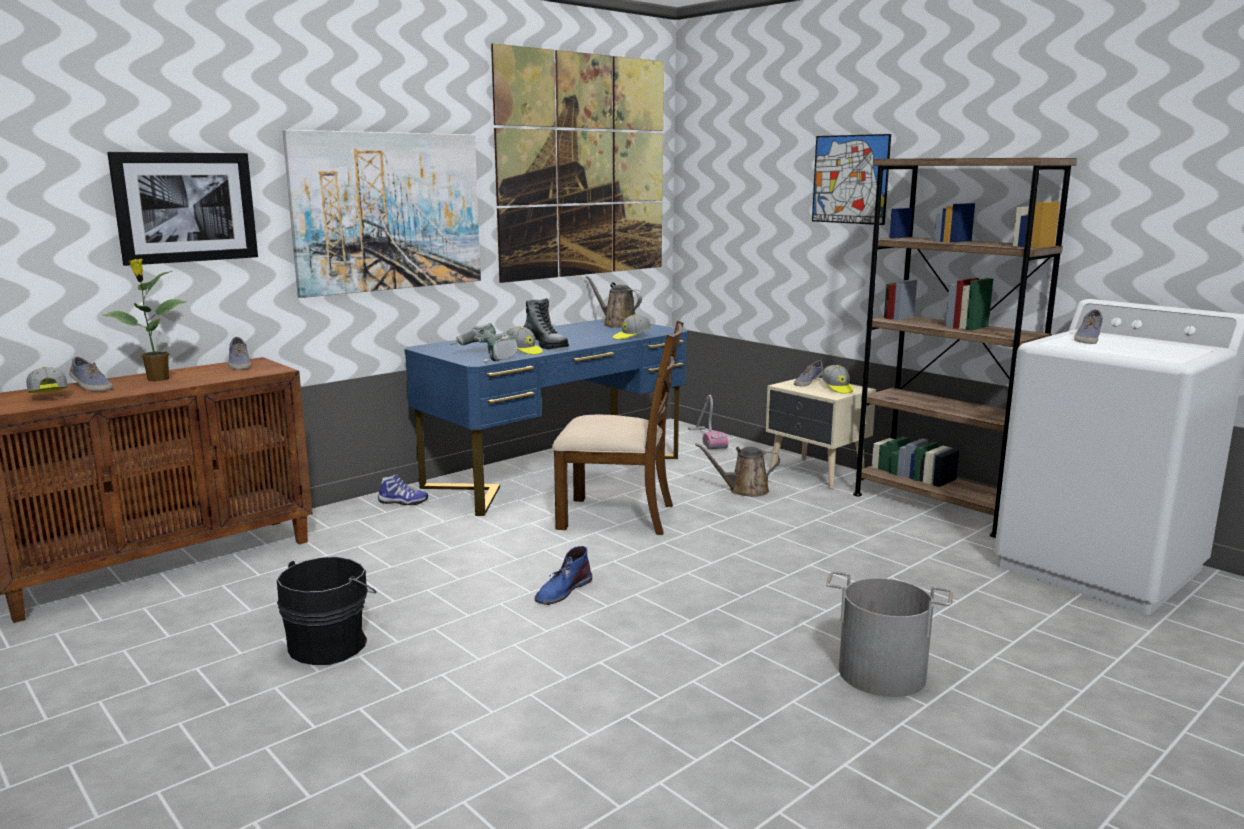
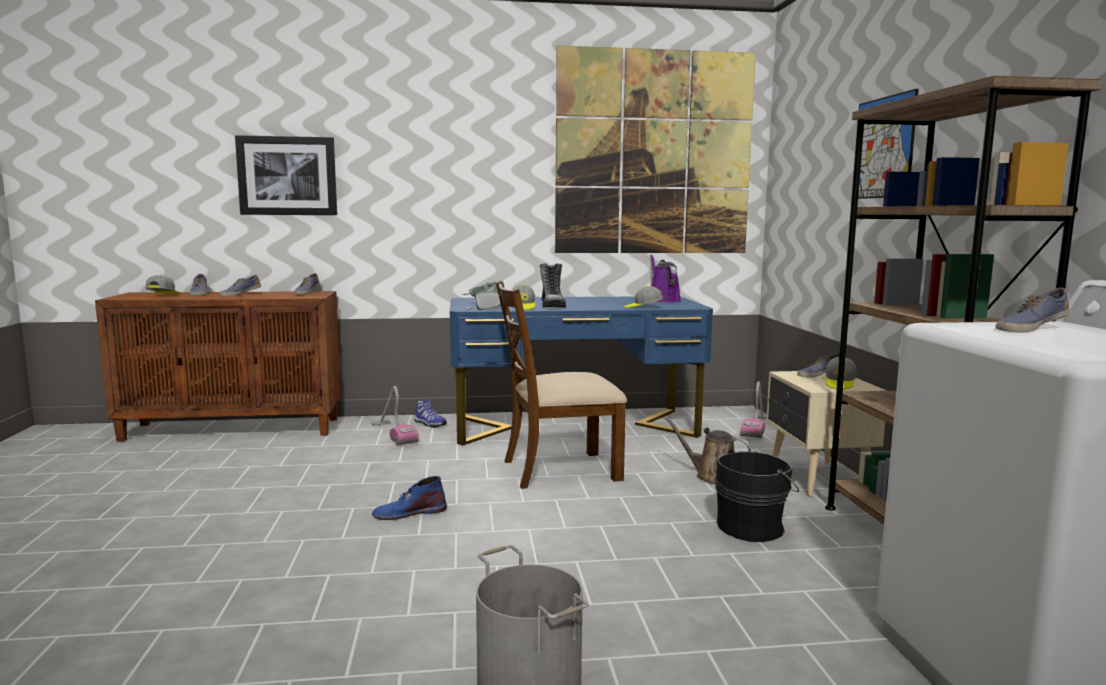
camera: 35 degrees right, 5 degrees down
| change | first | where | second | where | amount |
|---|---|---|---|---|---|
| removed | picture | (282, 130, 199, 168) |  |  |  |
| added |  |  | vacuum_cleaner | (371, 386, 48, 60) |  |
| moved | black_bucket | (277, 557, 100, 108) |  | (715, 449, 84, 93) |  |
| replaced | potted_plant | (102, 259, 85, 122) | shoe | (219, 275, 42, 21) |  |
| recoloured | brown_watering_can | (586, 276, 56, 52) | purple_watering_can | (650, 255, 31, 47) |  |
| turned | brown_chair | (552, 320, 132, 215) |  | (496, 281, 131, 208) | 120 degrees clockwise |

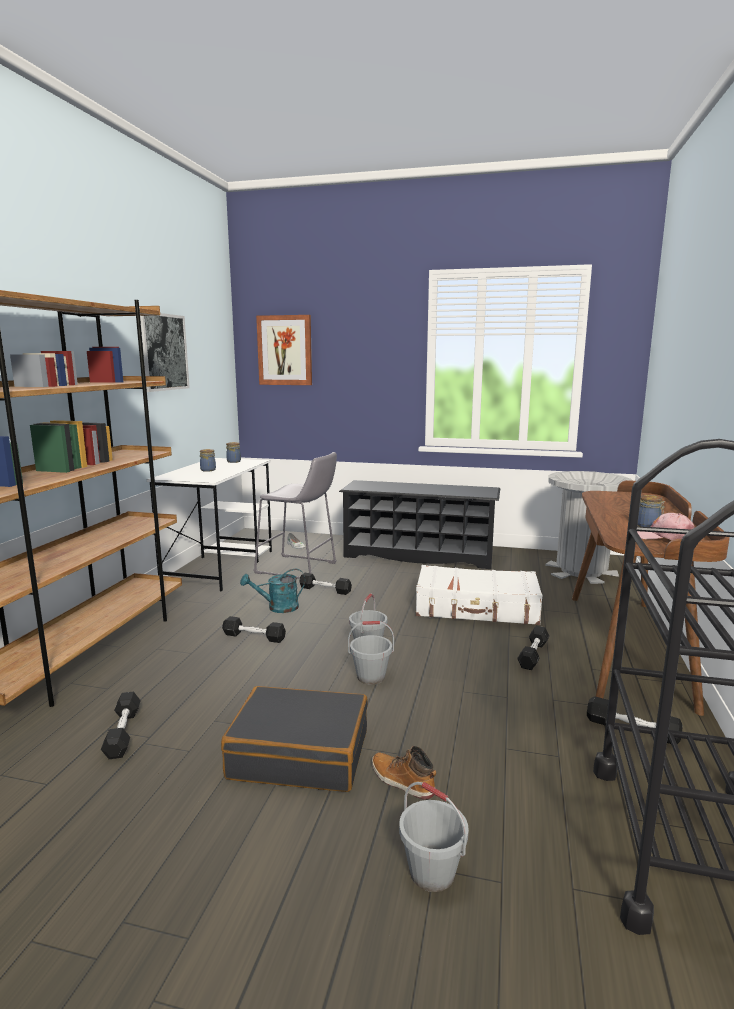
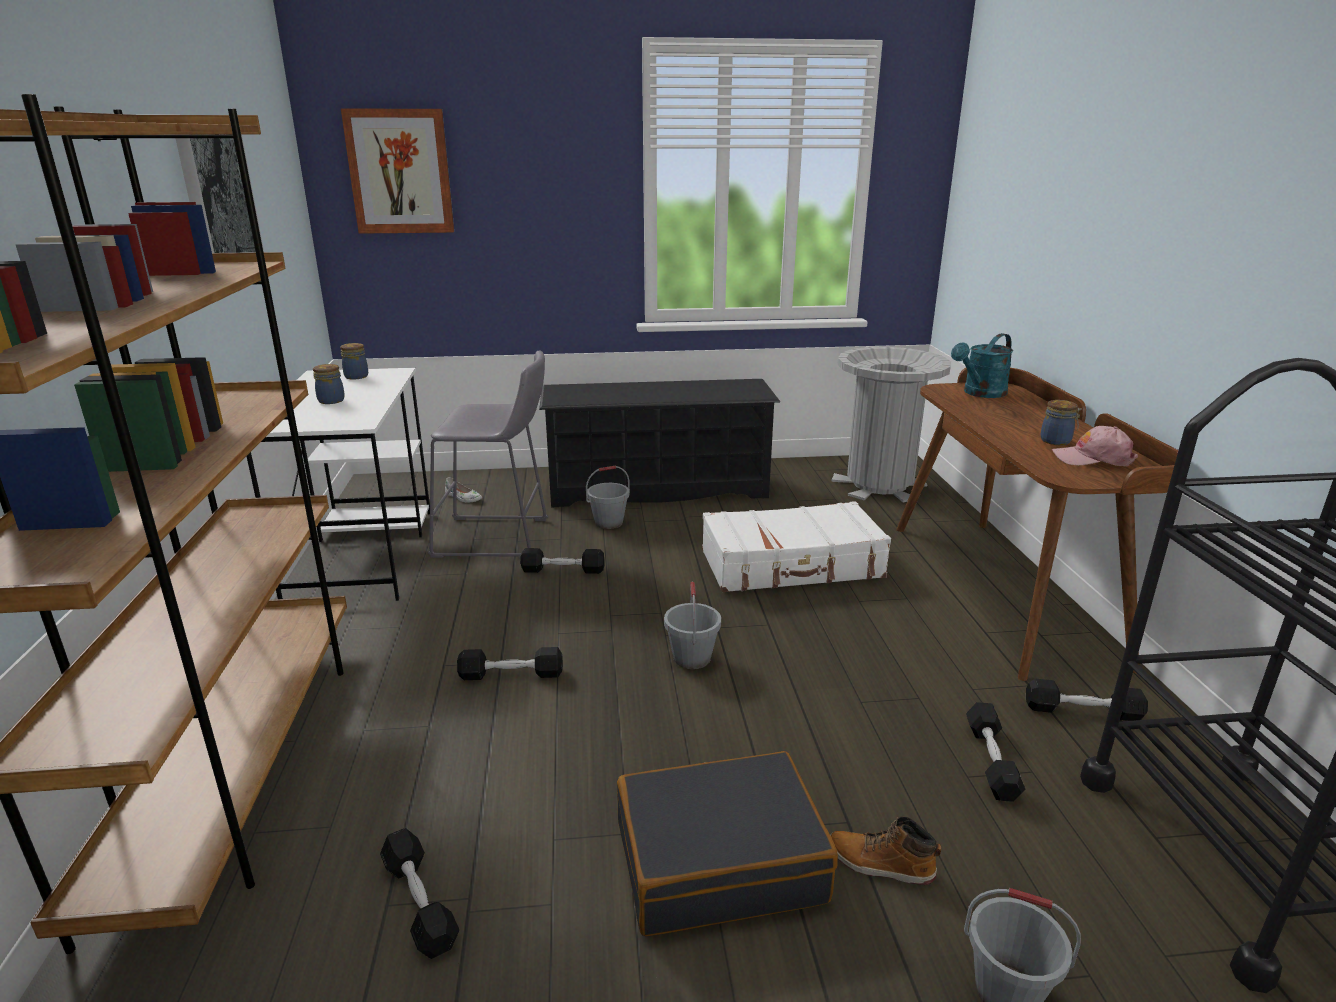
camera: 20 degrees left, 10 degrees up
| change | first | where | second | where | amount |
|---|---|---|---|---|---|
| moved | turquoise_watering_can | (240, 569, 65, 44) |  | (951, 333, 62, 65) |  |
| moved | grey_bucket | (348, 621, 46, 64) |  | (586, 466, 44, 63) |  |
| moved | black_dumbbell | (517, 626, 32, 44) |  | (966, 702, 59, 100) |  |

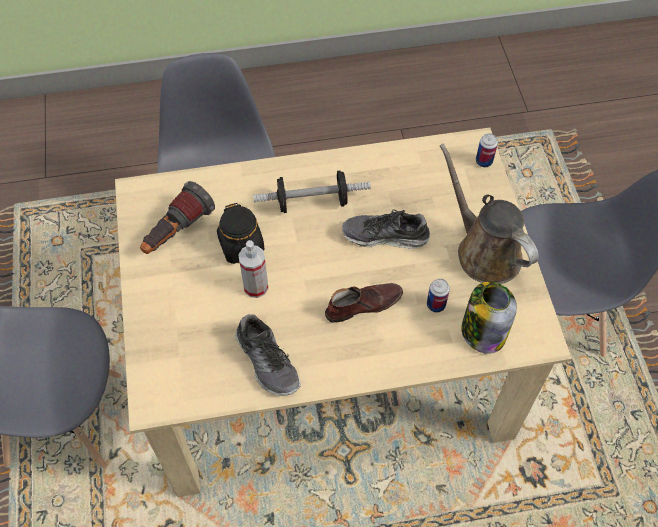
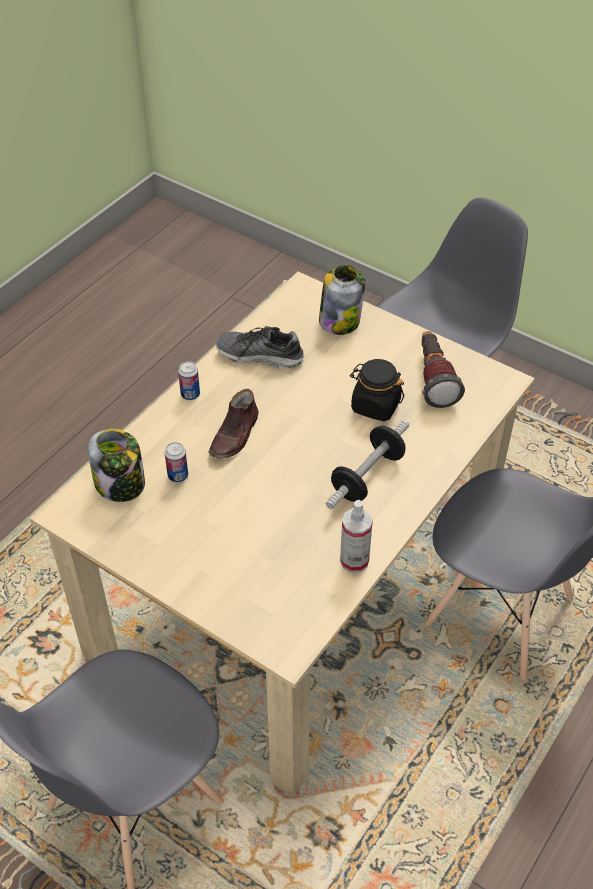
camera: 135 degrees right, 10 degrees down
| change | first | where | second | where | amount |
|---|---|---|---|---|---|
| removed | shoe | (342, 209, 88, 40) |  |  |  |
| removed | brown_watering_can | (440, 143, 99, 141) |  |  |  |
| added |  |  | jar | (319, 265, 46, 70) |  |
| moved | spray_bottle | (238, 240, 31, 58) |  | (340, 500, 33, 73) |  |
| moved | can | (476, 133, 22, 34) |  | (178, 361, 22, 39) |  |

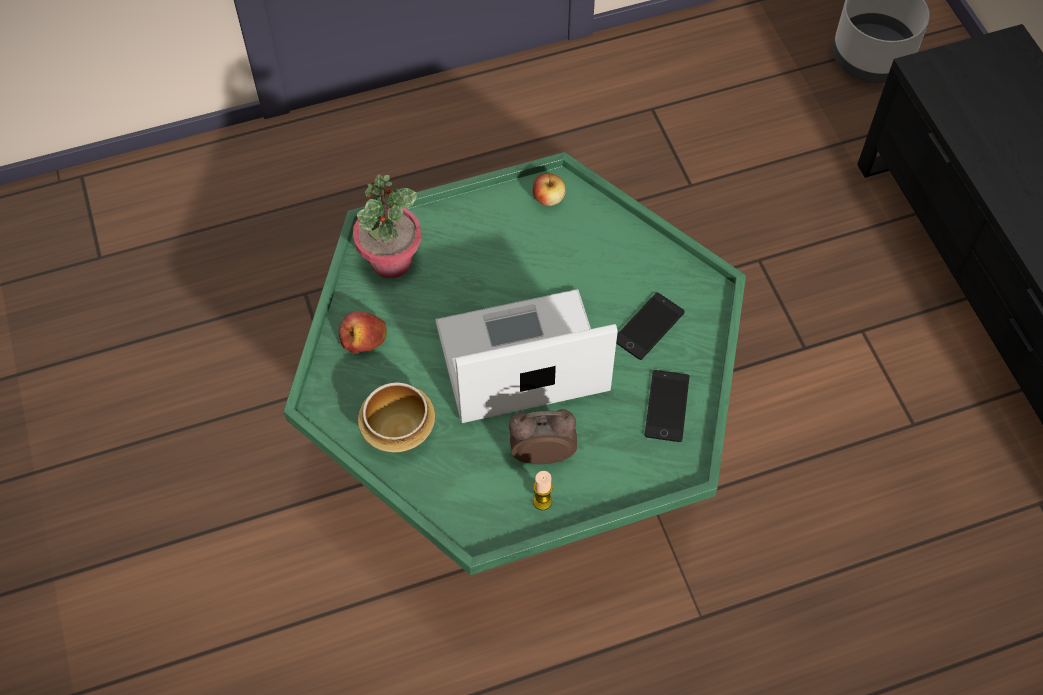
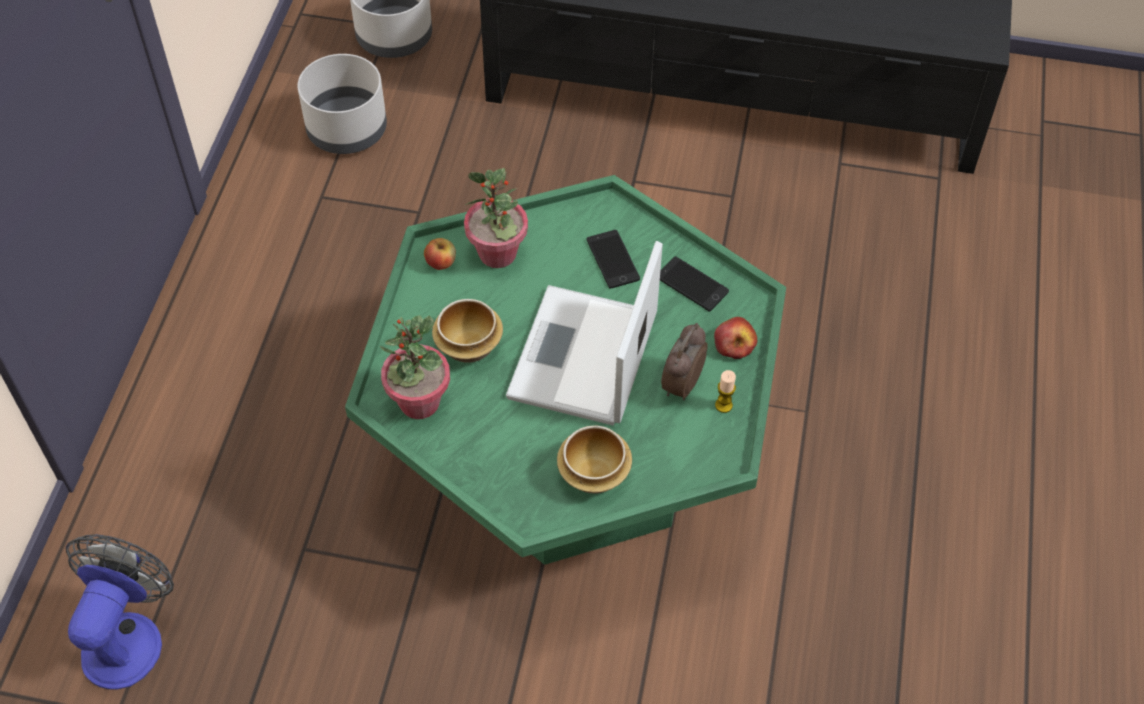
camera: 60 degrees left, 5 degrees down
| change | first | where | second | where | amount |
|---|---|---|---|---|---|
| added |  |  | fan | (66, 534, 108, 155) |  |
| added |  |  | grey_planter | (297, 54, 90, 100) |  |
| added |  |  | bowl | (432, 299, 71, 64) |  |
| added |  |  | potted_plant | (464, 168, 64, 100) |  |
| moved | apple | (339, 311, 48, 42) |  | (714, 317, 43, 42) |  |

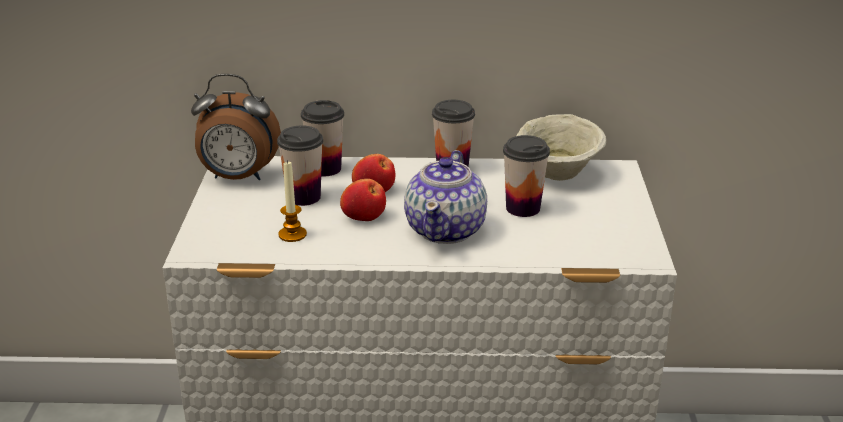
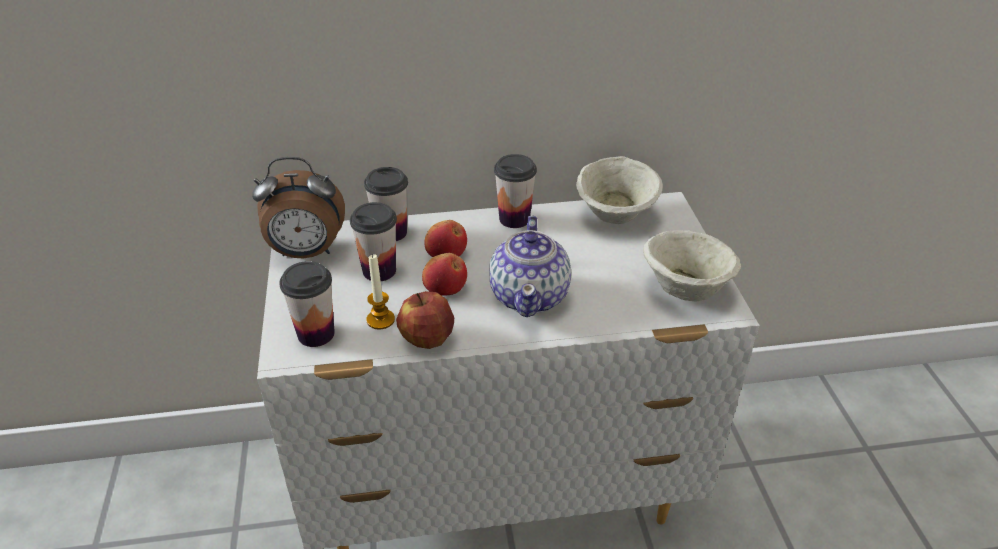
camera: 10 degrees left, 10 degrees up
| change | first | where | second | where | amount |
|---|---|---|---|---|---|
| added |  |  | apple | (396, 291, 58, 58) |  |
| added |  |  | beige_bowl | (643, 230, 98, 72) |  |
| moved | cup | (503, 135, 47, 82) |  | (279, 261, 56, 86) |  |

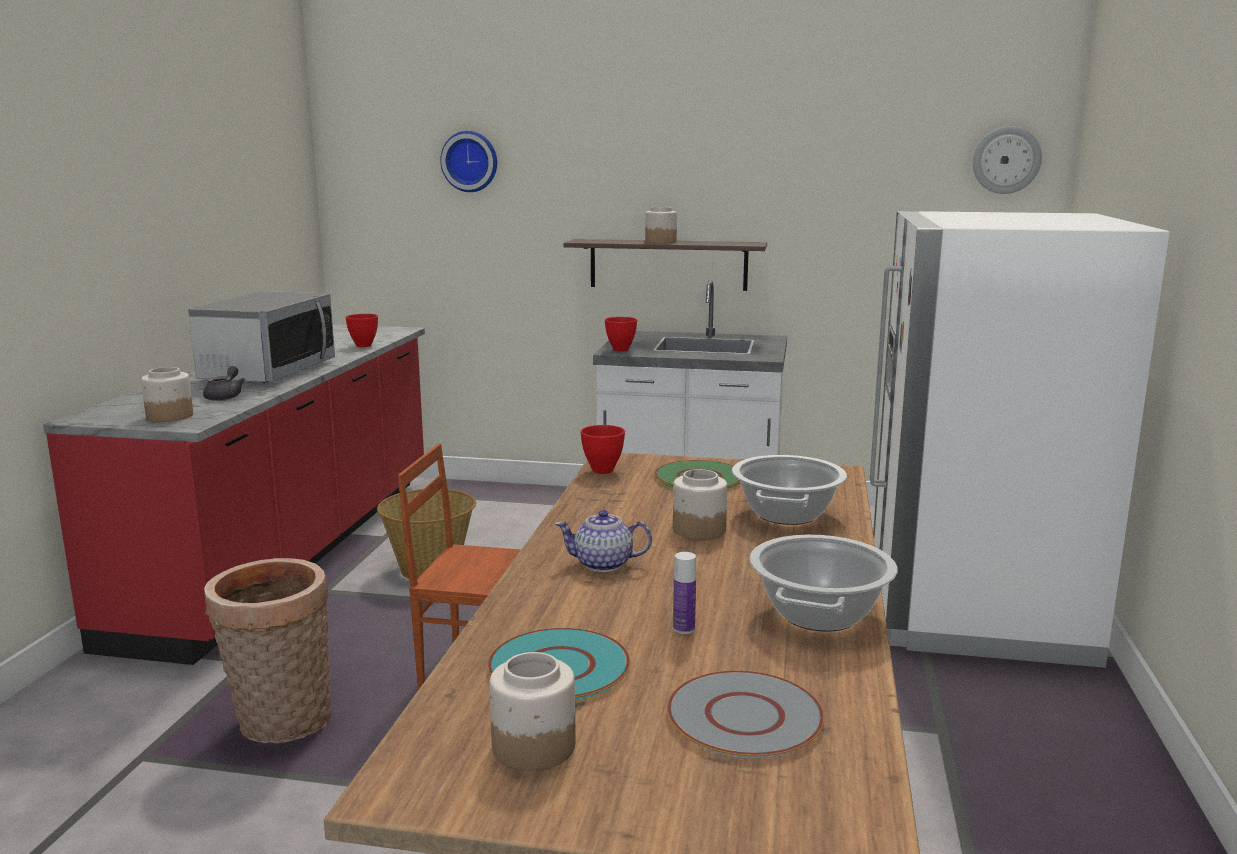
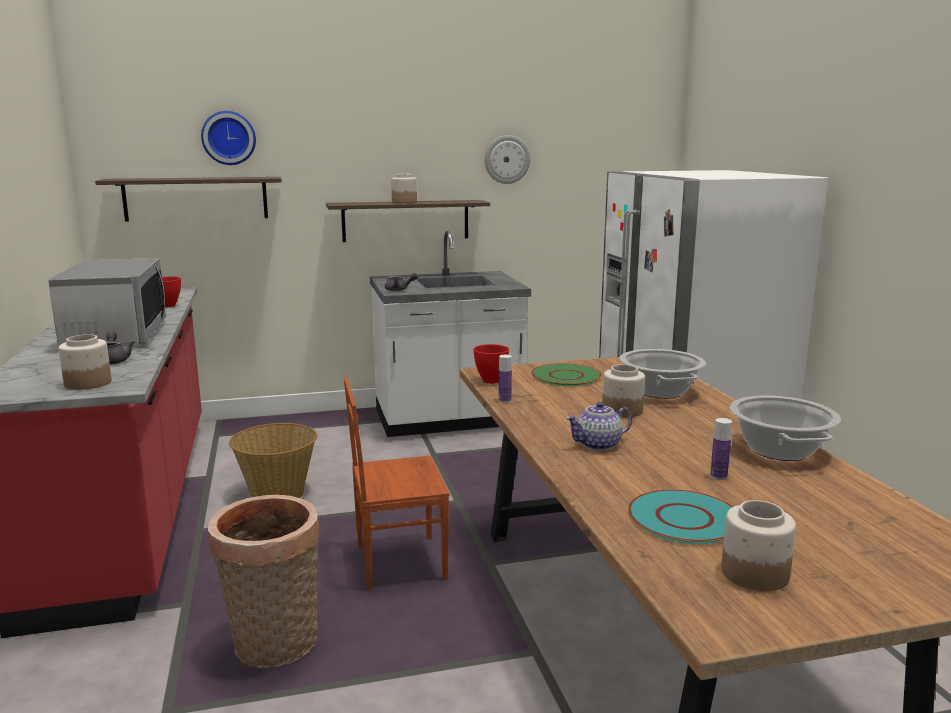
camera: 25 degrees left, 0 degrees up
| change | first | where | second | where | amount |
|---|---|---|---|---|---|
| removed | grey_plate | (667, 671, 157, 88) |  |  |  |
| added |  |  | shelf | (95, 177, 187, 44) |  |
| added |  |  | bottle | (499, 355, 13, 48) |  |
| moved | wall_clock | (973, 126, 69, 68) |  | (485, 135, 45, 49) |  |
| replaced | red_bowl | (605, 317, 32, 34) | grey_teapot | (385, 273, 33, 18) |  |

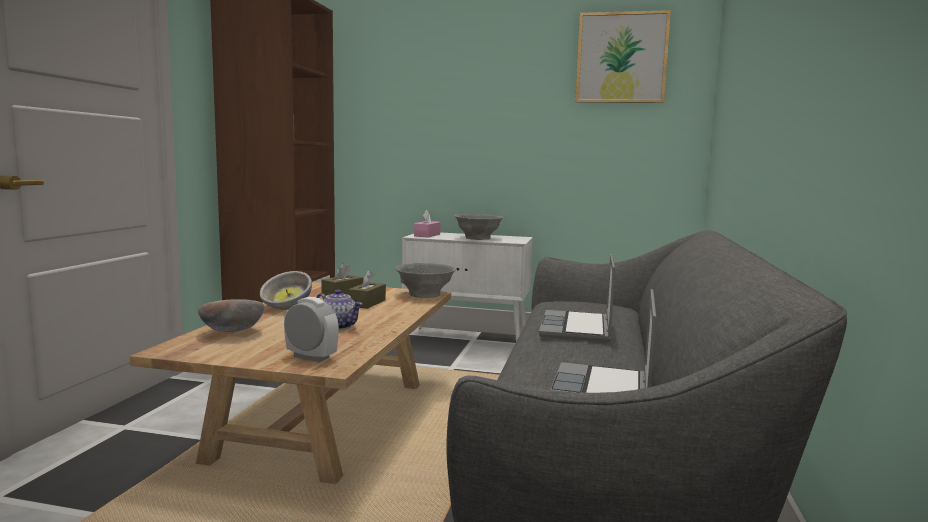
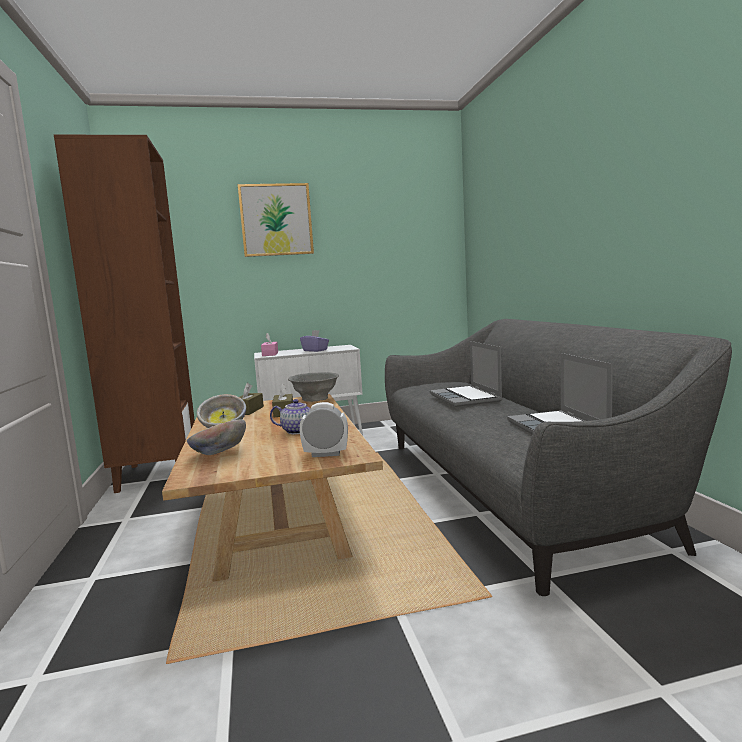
camera: 25 degrees left, 0 degrees up
| change | first | where | second | where | amount |
|---|---|---|---|---|---|
| moved | picture | (575, 10, 96, 93) |  | (238, 183, 76, 74) |  |
| replaced | grey_bowl | (454, 214, 50, 26) | purple_tissue_box | (300, 330, 29, 22) |  |

